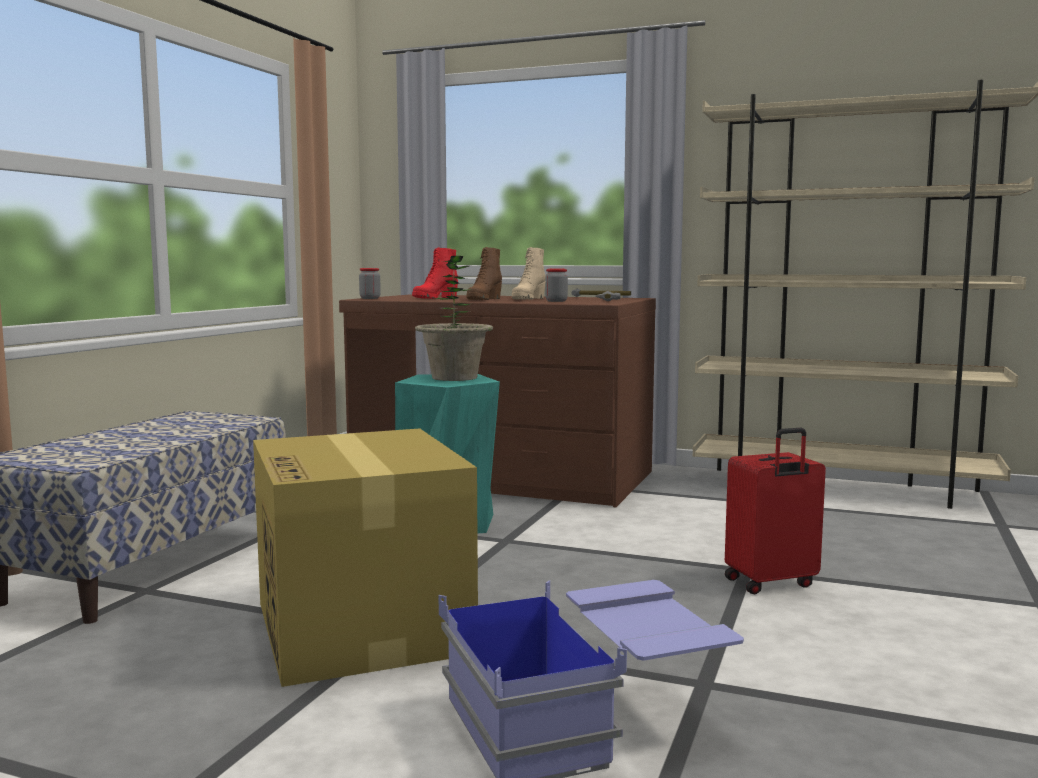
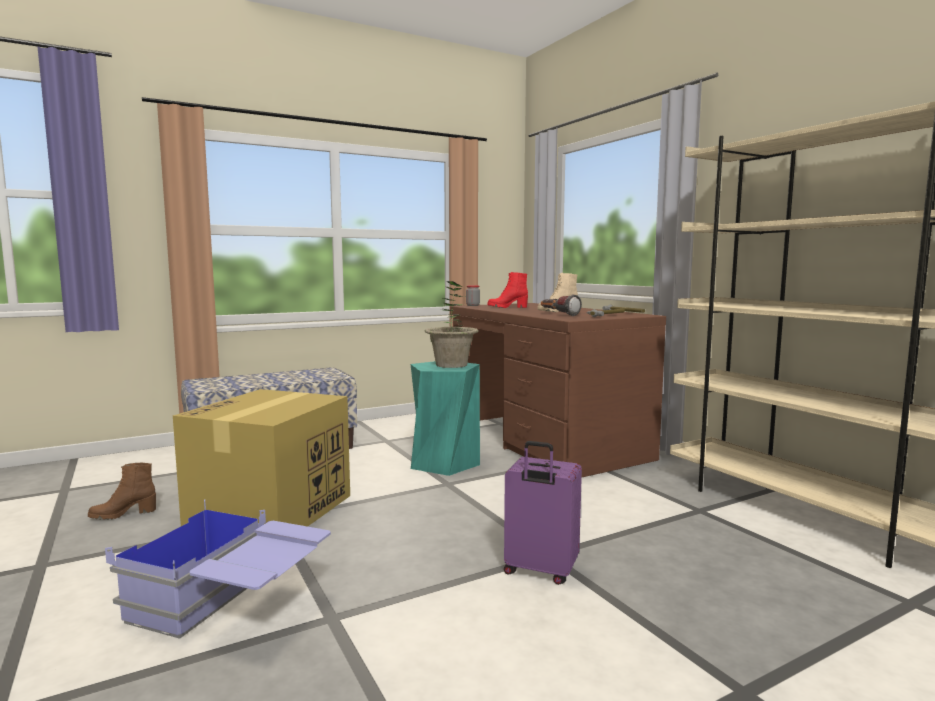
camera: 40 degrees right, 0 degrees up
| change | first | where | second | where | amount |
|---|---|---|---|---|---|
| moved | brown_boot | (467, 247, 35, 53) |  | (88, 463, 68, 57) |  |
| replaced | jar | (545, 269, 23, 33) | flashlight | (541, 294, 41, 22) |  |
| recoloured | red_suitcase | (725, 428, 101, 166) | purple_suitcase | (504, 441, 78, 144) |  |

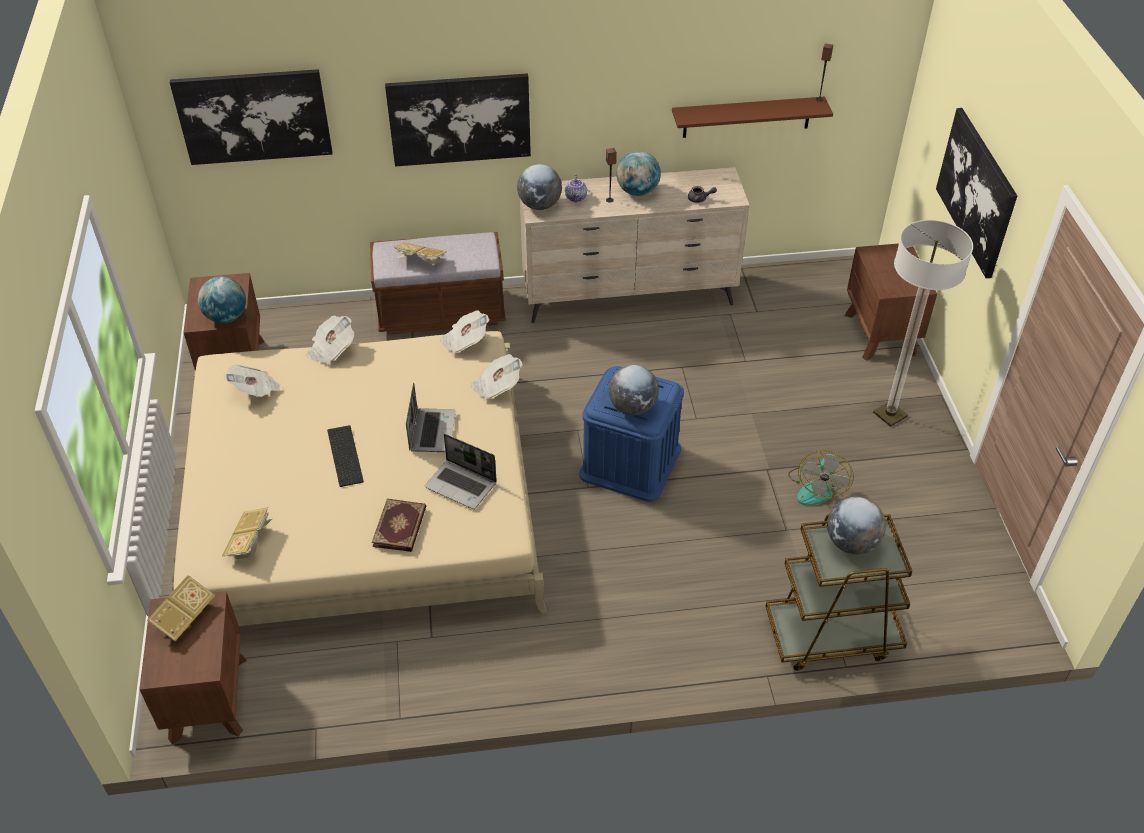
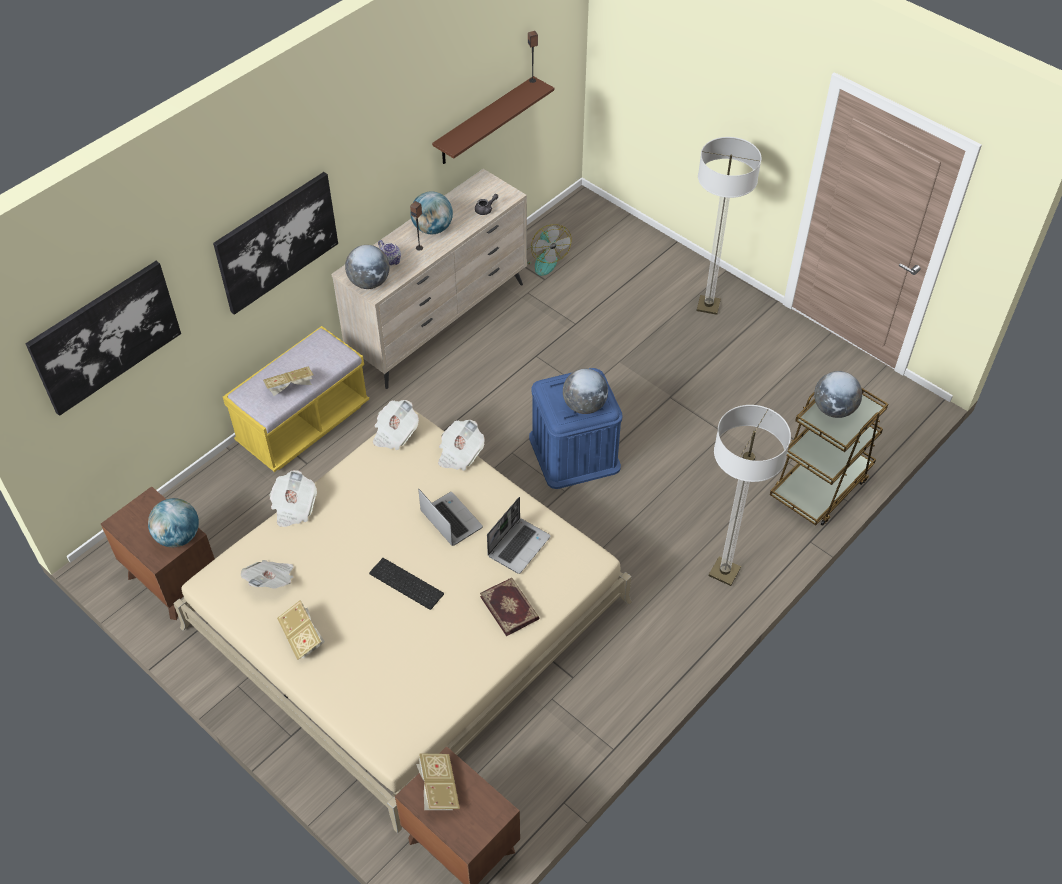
camera: 40 degrees left, 5 degrees up
| change | first | where | second | where | amount |
|---|---|---|---|---|---|
| removed | brown_nightstand | (845, 243, 92, 118) |  |  |  |
| removed | picture | (936, 108, 81, 170) |  |  |  |
| added |  |  | floor_lamp | (709, 405, 82, 181) |  |
| moved | book | (222, 507, 50, 53) |  | (277, 600, 48, 60) |  |
| moved | fan | (788, 450, 66, 56) |  | (527, 224, 44, 52) |  |
| recoloured | brown_bench | (370, 232, 136, 103) | yellow_bench | (223, 326, 146, 146) |  |
| turned | laptop | (425, 434, 72, 75) |  | (487, 497, 64, 77) | 45 degrees counterclockwise |

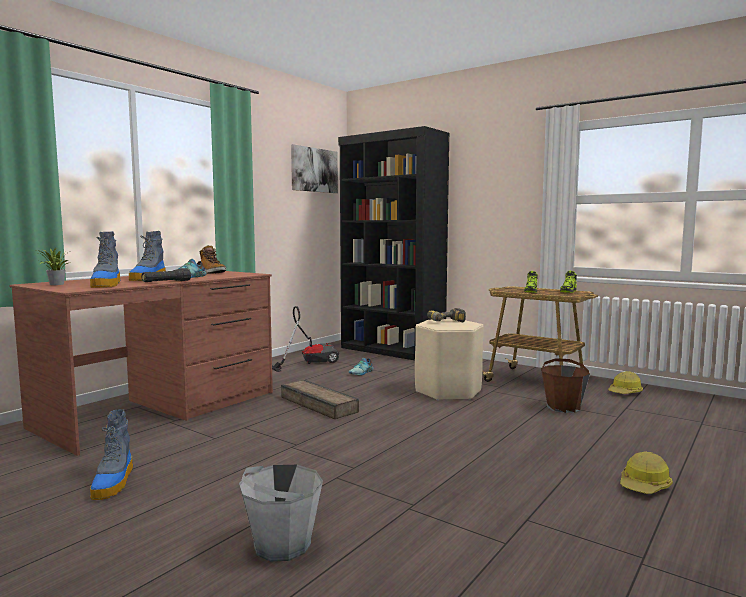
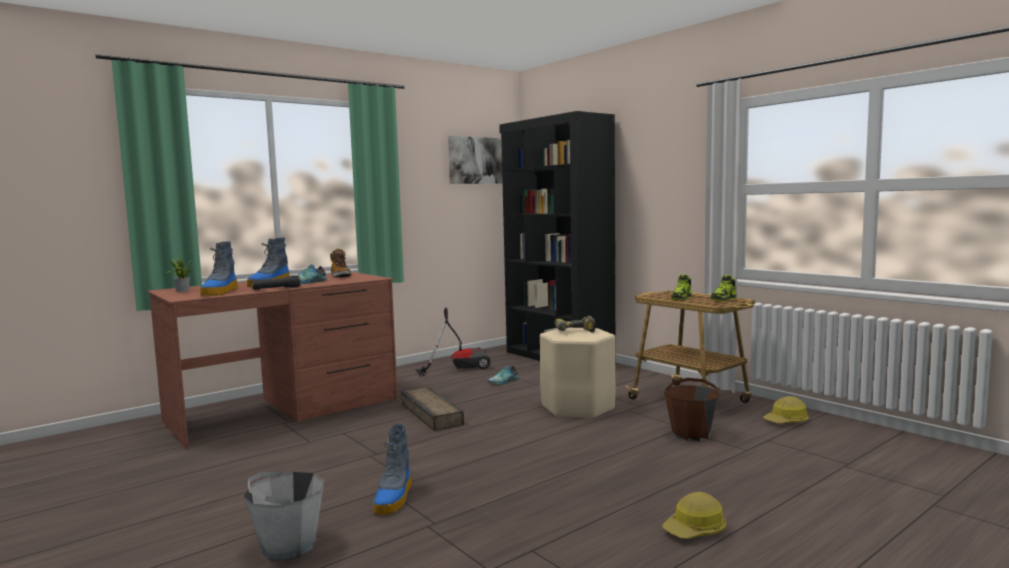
camera: 15 degrees right, 0 degrees up
| change | first | where | second | where | amount |
|---|---|---|---|---|---|
| moved | boot | (90, 409, 43, 91) |  | (373, 424, 39, 91) |  |

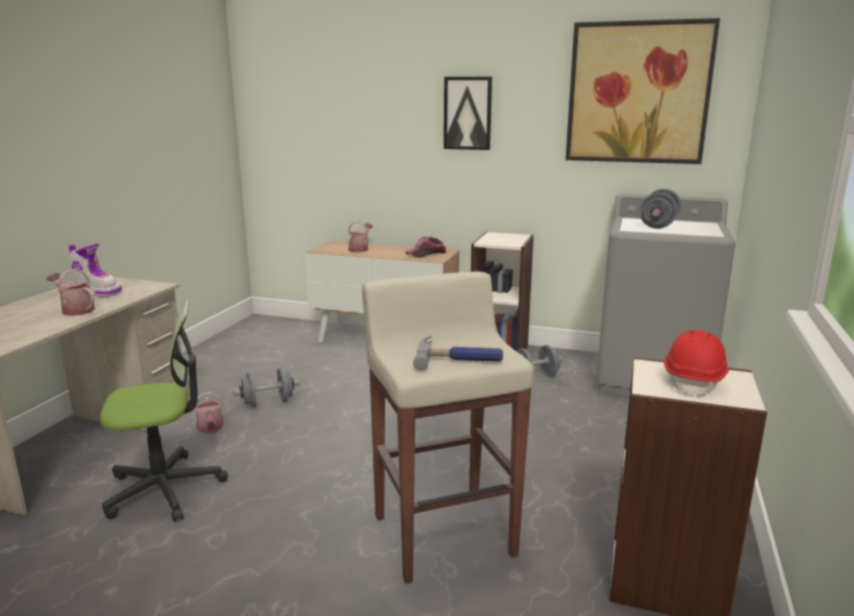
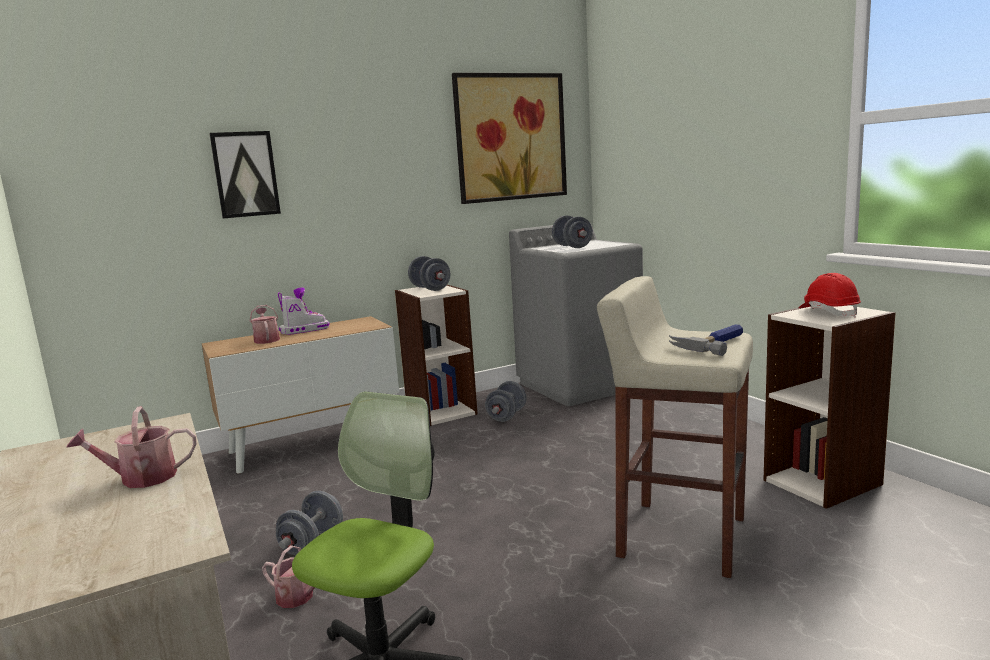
camera: 45 degrees left, 5 degrees down
| change | first | where | second | where | amount |
|---|---|---|---|---|---|
| removed | cap | (405, 236, 41, 22) |  |  |  |
| added |  |  | grey_dumbbell | (408, 256, 42, 35) |  |
| moved | boot | (69, 244, 53, 53) |  | (278, 288, 52, 47) |  |
| moved | picture | (444, 76, 48, 74) |  | (209, 131, 72, 87) |  |

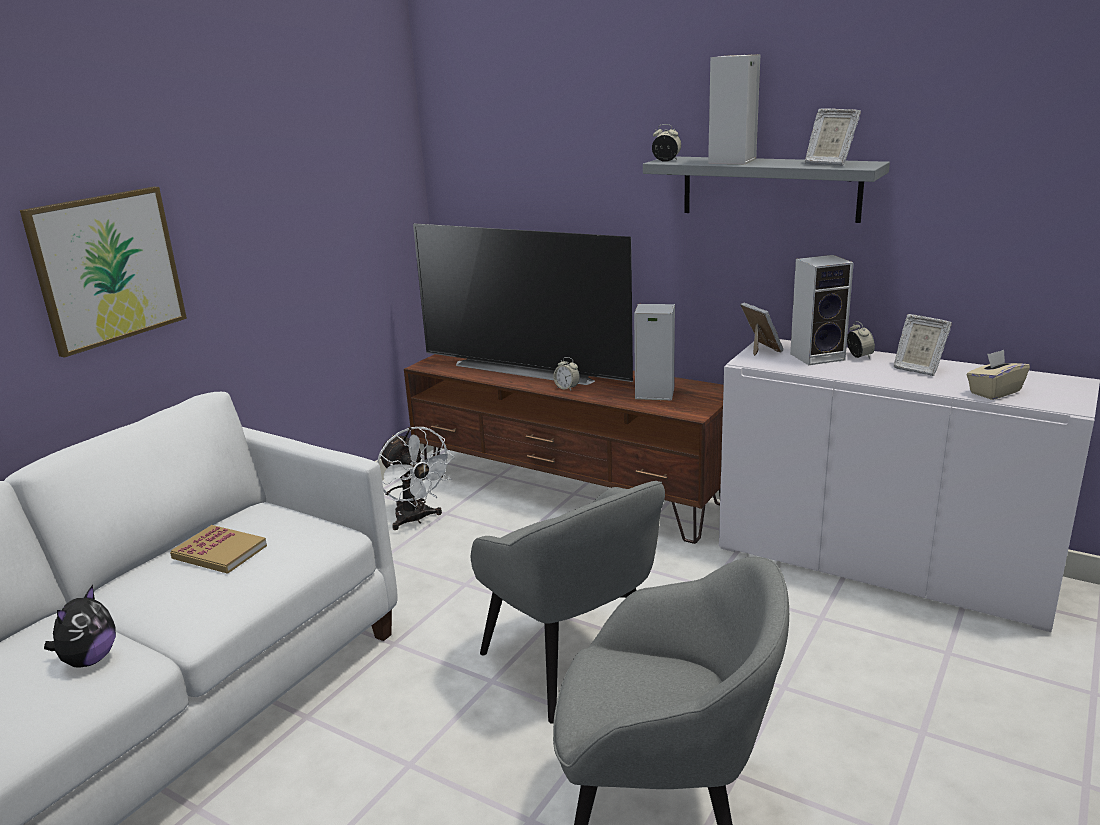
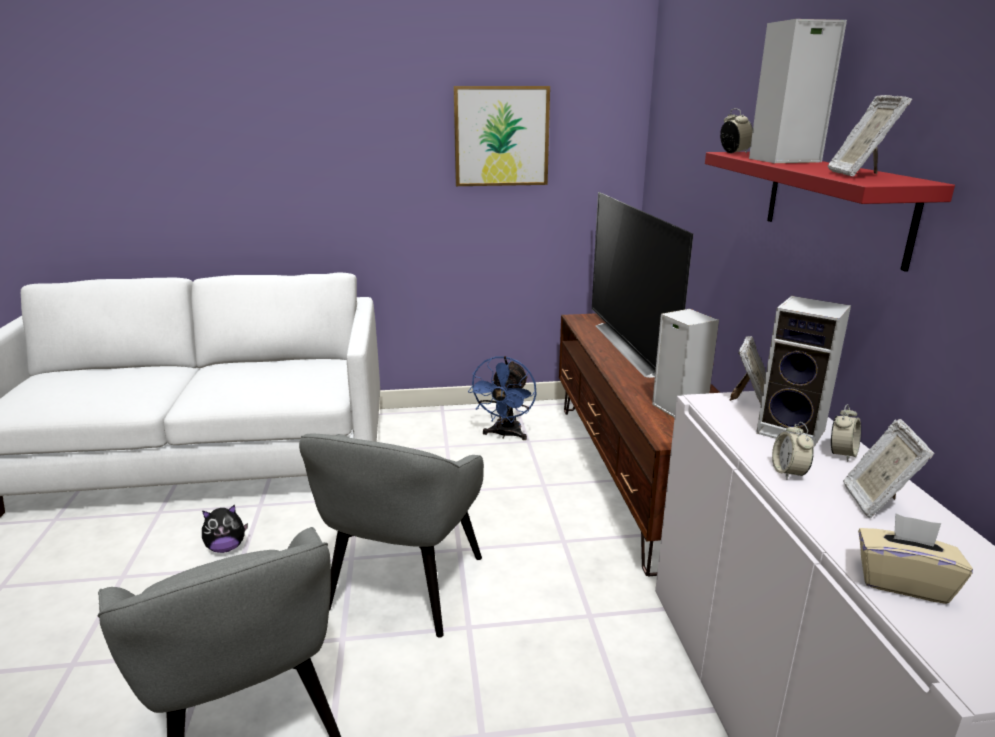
camera: 50 degrees right, 0 degrees up
| change | first | where | second | where | amount |
|---|---|---|---|---|---|
| removed | book | (170, 525, 97, 49) |  |  |  |
| moved | picture | (20, 187, 167, 171) |  | (453, 86, 97, 100) |  |
| moved | plush_toy | (44, 585, 72, 82) |  | (202, 505, 46, 48) |  |
| moved | alarm_clock | (553, 357, 27, 34) |  | (772, 422, 42, 58) |  |
| recoloured | white_fan | (377, 427, 78, 103) | blue_fan | (468, 356, 69, 84) |  |
| recoloured | grey_shelf | (643, 157, 247, 66) | red_shelf | (705, 152, 250, 120) |  |

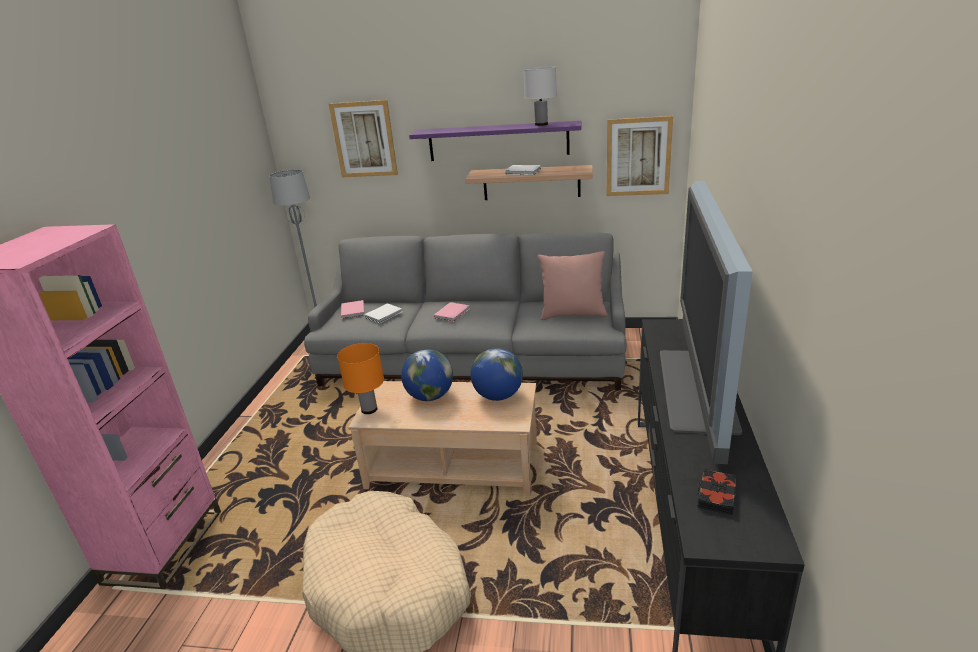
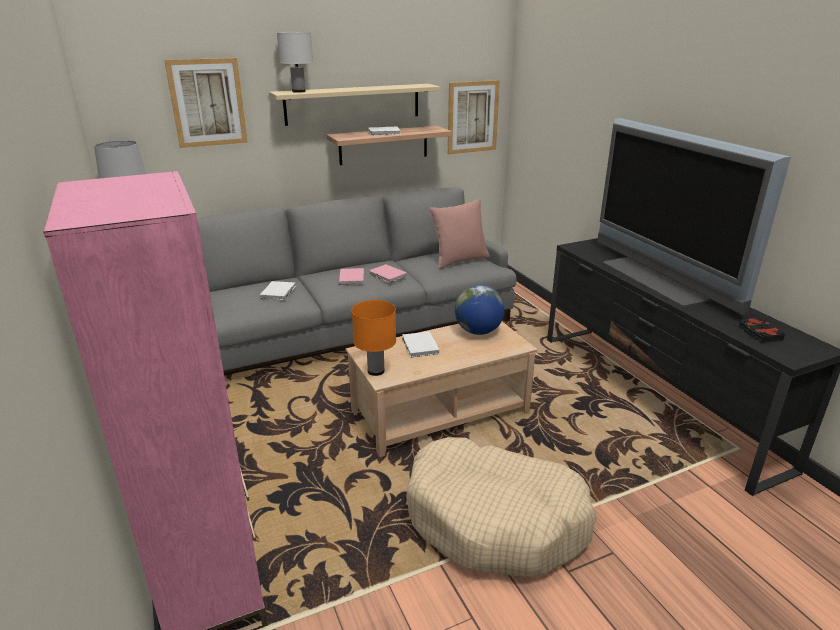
camera: 35 degrees left, 0 degrees up
| change | first | where | second | where | amount |
|---|---|---|---|---|---|
| moved | pink_book | (341, 300, 24, 19) |  | (369, 264, 38, 19) |  |
| moved | white_table_lamp | (523, 66, 34, 60) |  | (277, 32, 36, 61) |  |
| replaced | globe | (401, 349, 52, 52) | white_book | (402, 331, 38, 27) |  |
| recoloured | purple_shelf | (409, 121, 173, 40) | beige_shelf | (269, 84, 171, 42) |  |

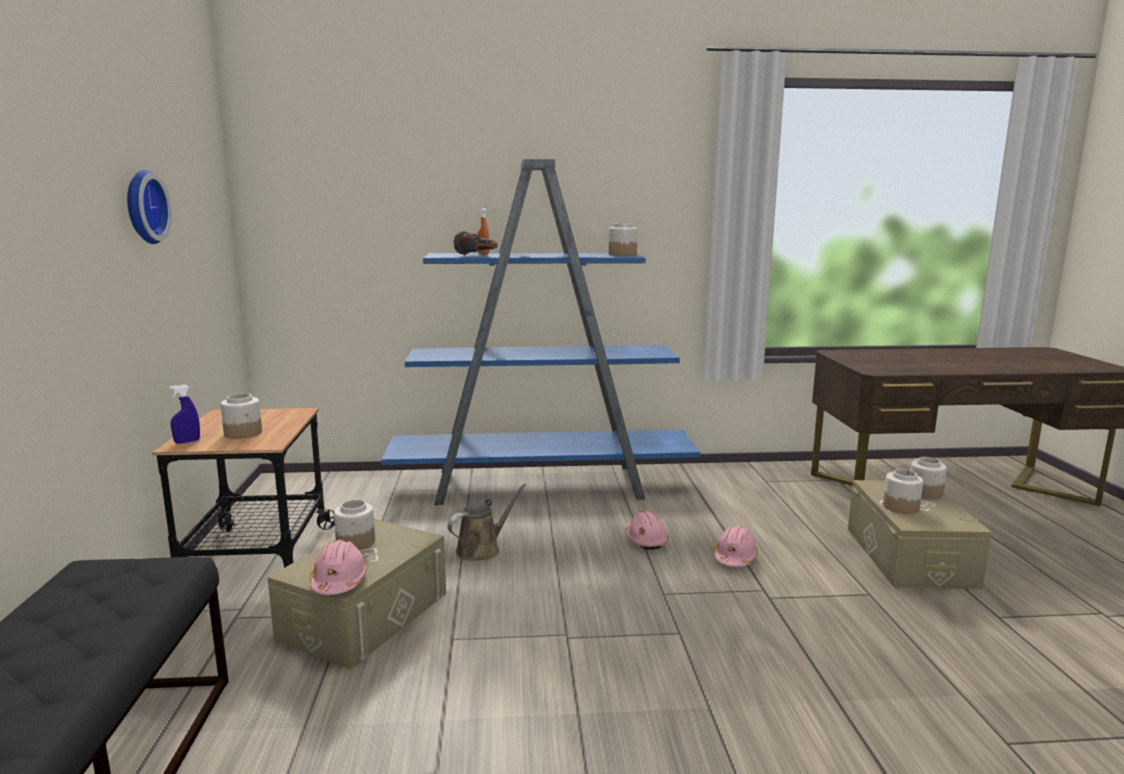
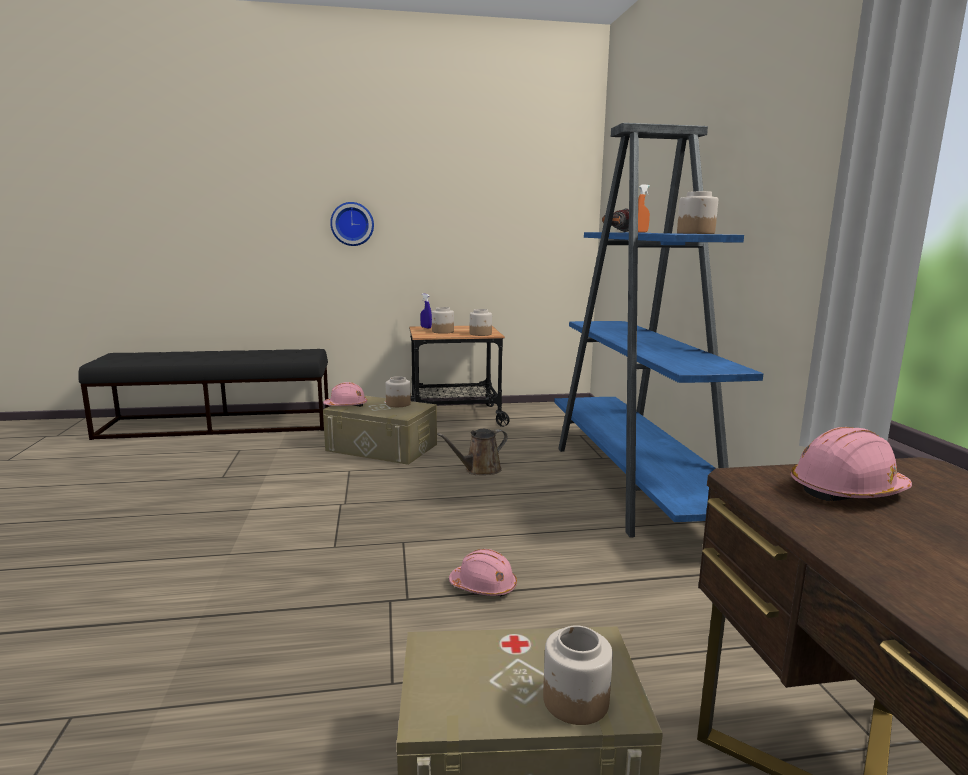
camera: 85 degrees right, 0 degrees up
| change | first | where | second | where | amount |
|---|---|---|---|---|---|
| moved | wall_clock | (127, 169, 45, 75) |  | (330, 202, 44, 44) |  |
| moved | pink_hard_hat | (626, 511, 43, 39) |  | (791, 427, 121, 74) |  |
| moved | jar | (883, 469, 40, 45) |  | (470, 309, 22, 27) |  |
| turned | brown_watering_can | (448, 484, 78, 77) |  | (437, 429, 71, 46) | 105 degrees clockwise |

